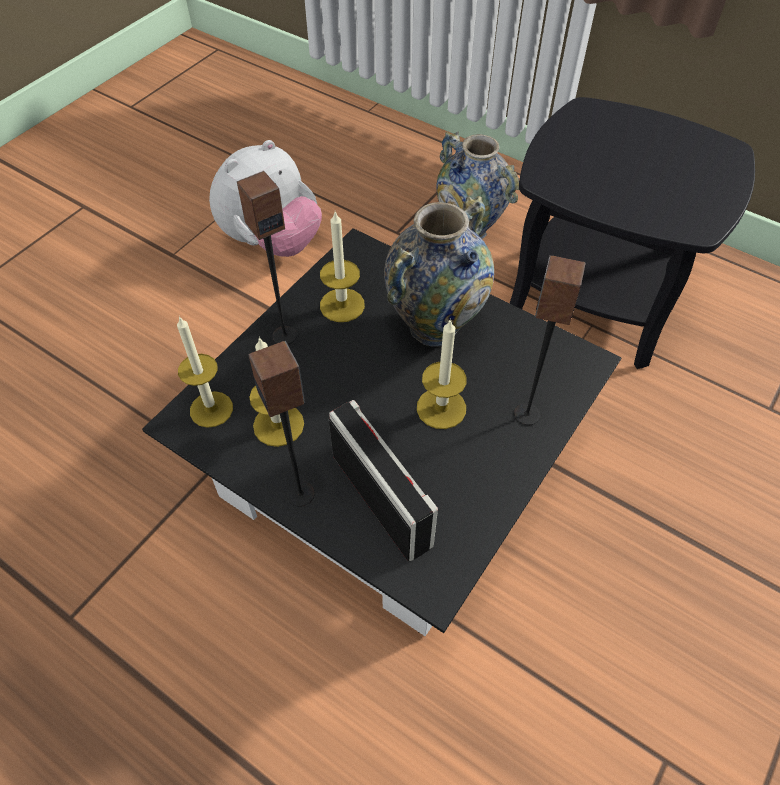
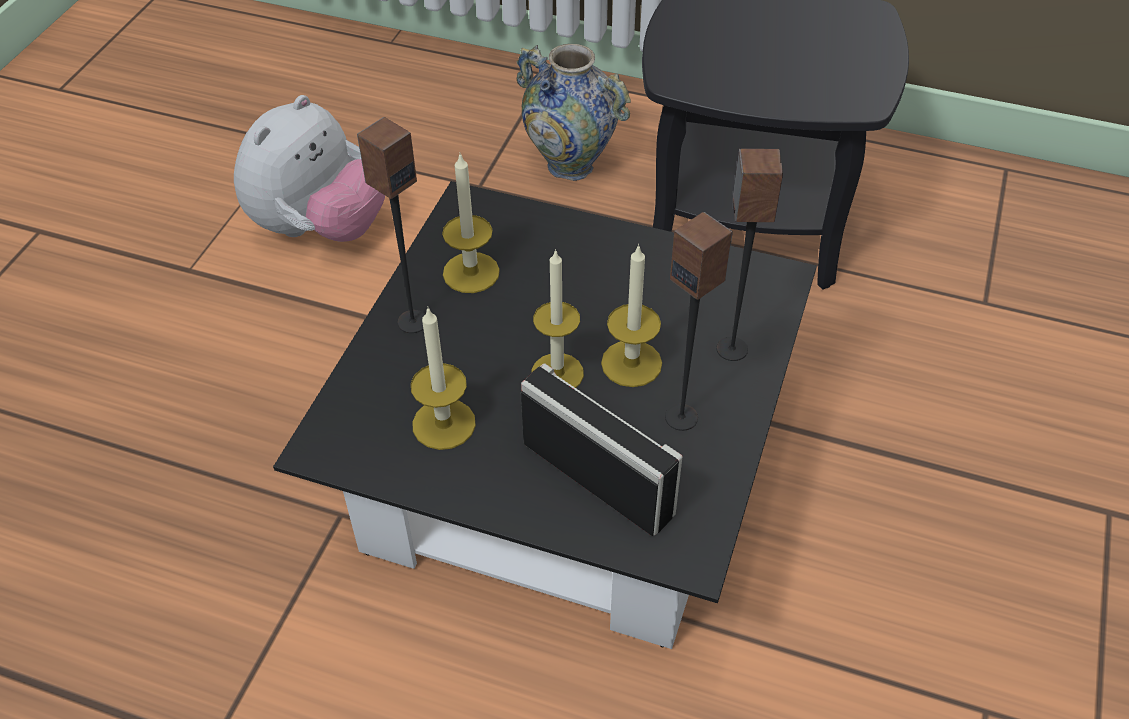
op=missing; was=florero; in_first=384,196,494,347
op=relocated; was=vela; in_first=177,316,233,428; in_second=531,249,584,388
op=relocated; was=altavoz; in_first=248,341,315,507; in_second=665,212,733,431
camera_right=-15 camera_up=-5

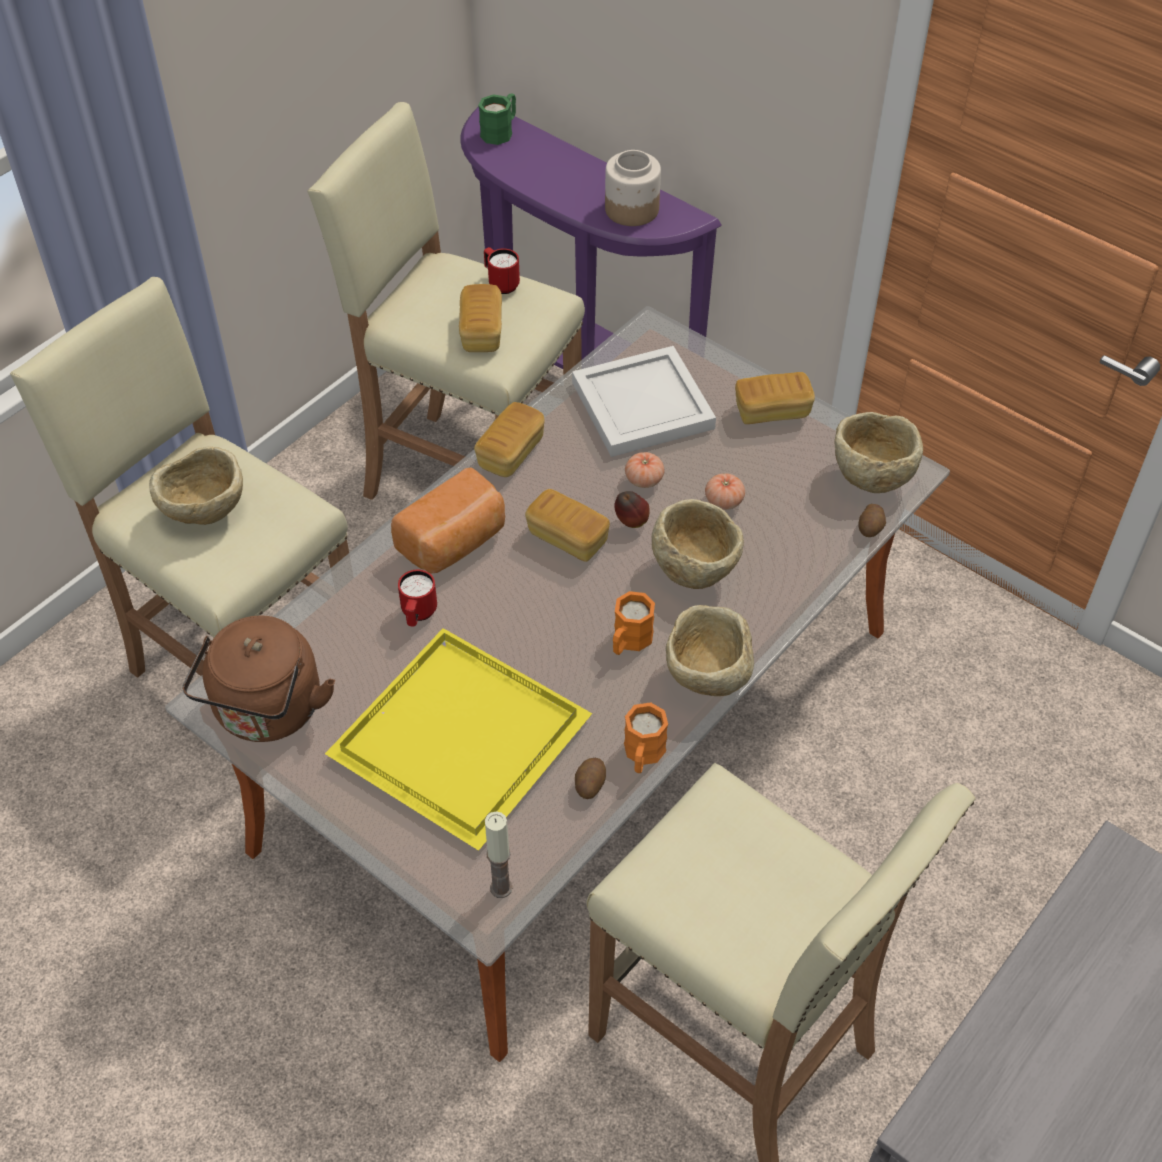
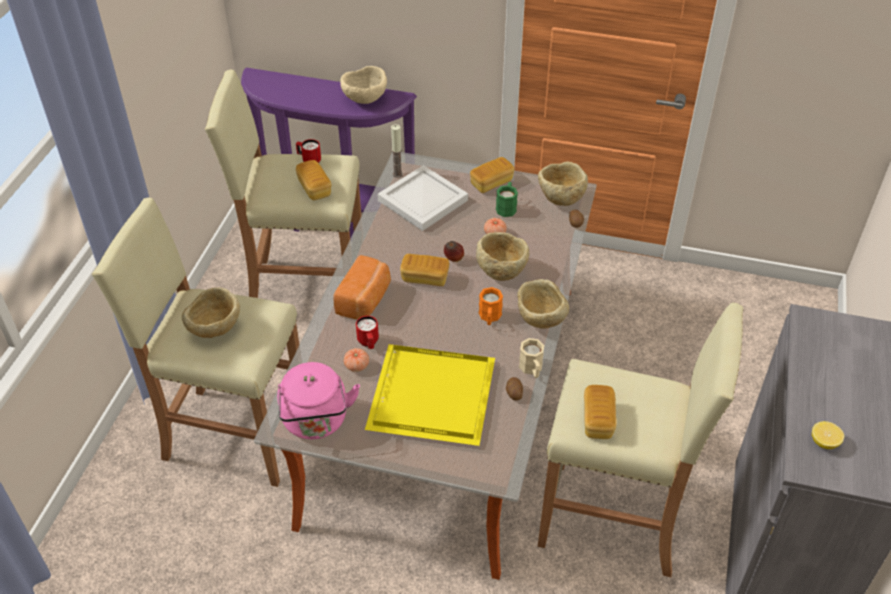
op=relocated; was=taza grande (verde); in_first=478,93,516,145; in_second=496,182,518,217
op=exchanged; was=tarro; now=cuenco (beis); in_first=605,150,661,226; in_second=340,66,387,104
op=relocated; was=pan; in_first=474,402,545,477; in_second=584,385,617,439
op=relocated; was=tomate; in_first=625,452,665,488; in_second=344,348,369,372
op=colour; was=hervidor (marrón); now=hervidor (rosa); in_first=182,615,335,742; in_second=277,362,360,439
op=colour; was=taza grande (naranja); now=taza grande (beis); in_first=624,702,668,773; in_second=519,338,544,378
op=relocated; was=vela; in_first=485,811,513,898; in_second=391,124,403,178
op=appeared; now=limón; in_second=812,421,844,449
camera_right=-25 camera_up=-5

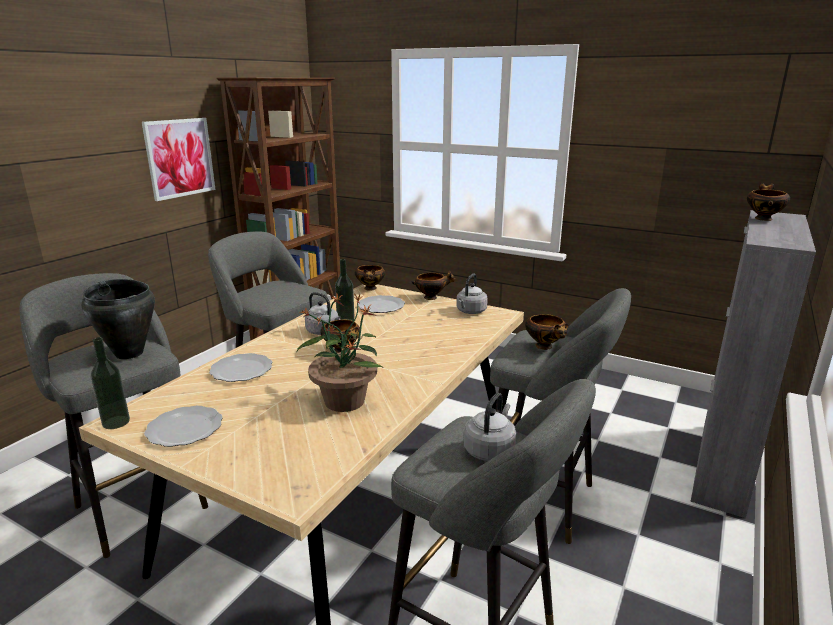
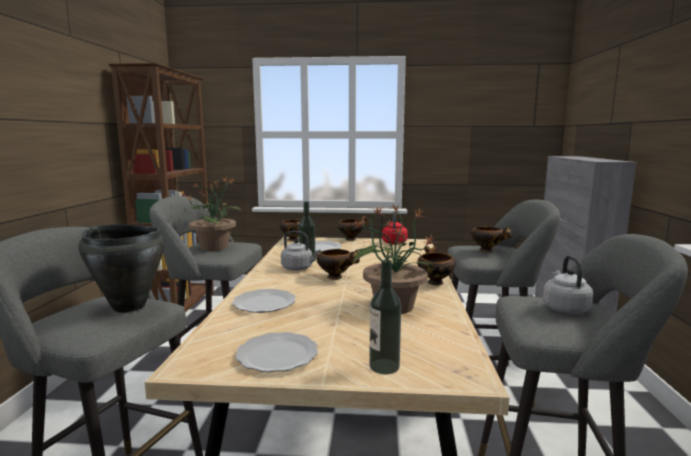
op=missing; was=cuadro; in_first=142,118,216,201
op=relocated; was=cuenco; in_first=747,183,790,221; in_second=417,246,456,285
op=colour; was=hervidor (gris); now=hervidor (rojo); in_first=457,274,488,314; in_second=382,212,408,244
op=relocated; was=botella; in_first=91,337,130,429; in_second=369,259,401,374
op=appeared; now=planta en maceta; in_second=186,177,242,251
camera_right=-25 camera_up=-10

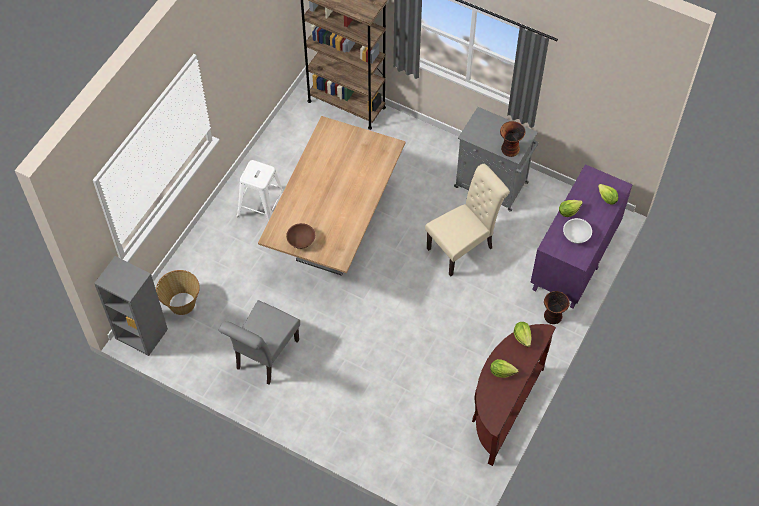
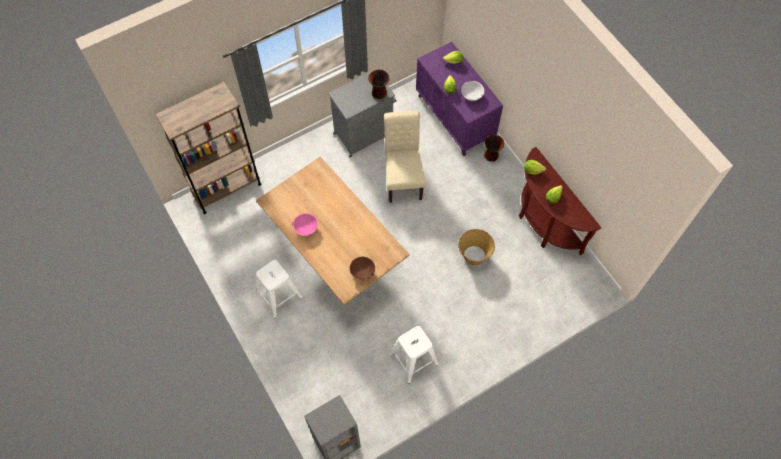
op=relocated; was=cesta; in_first=156,270,200,315; in_second=458,229,495,265
op=exchanged; was=silla (gris); now=taburete (blanco); in_first=219,300,300,384; in_second=389,326,439,383
op=appeared; now=cuenco (rosa); in_second=293,213,318,236
camera_right=-60 camera_up=5

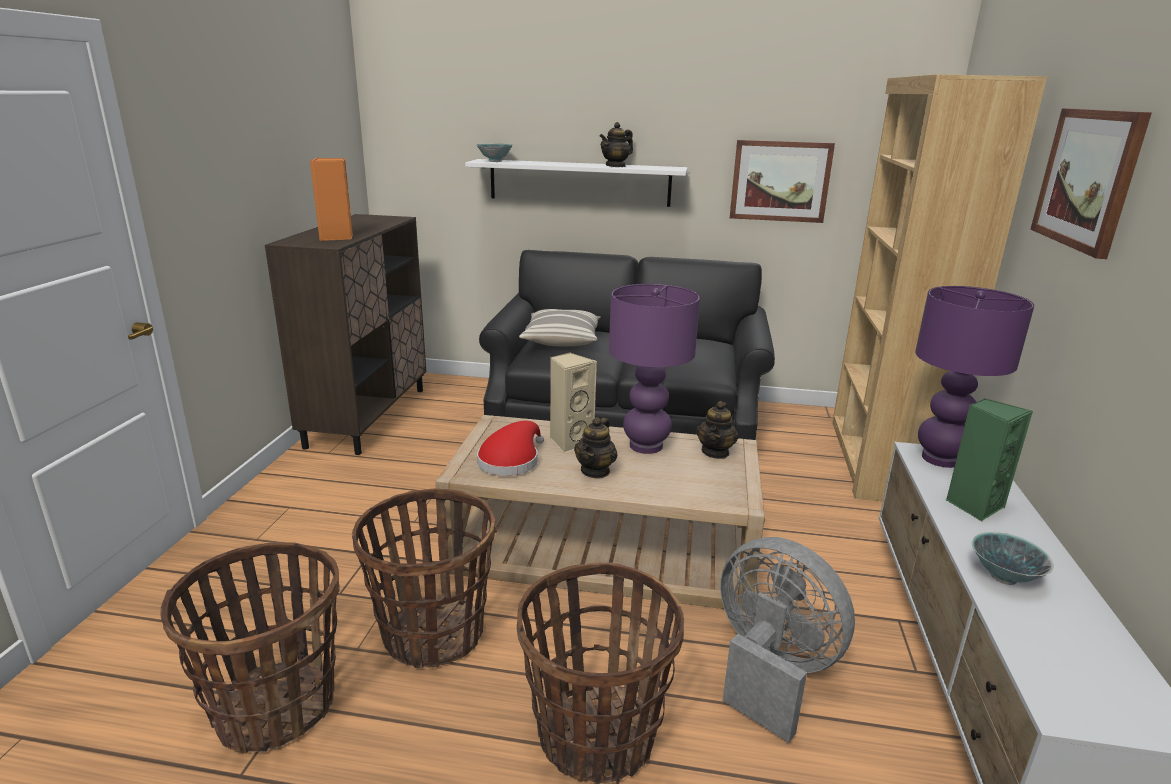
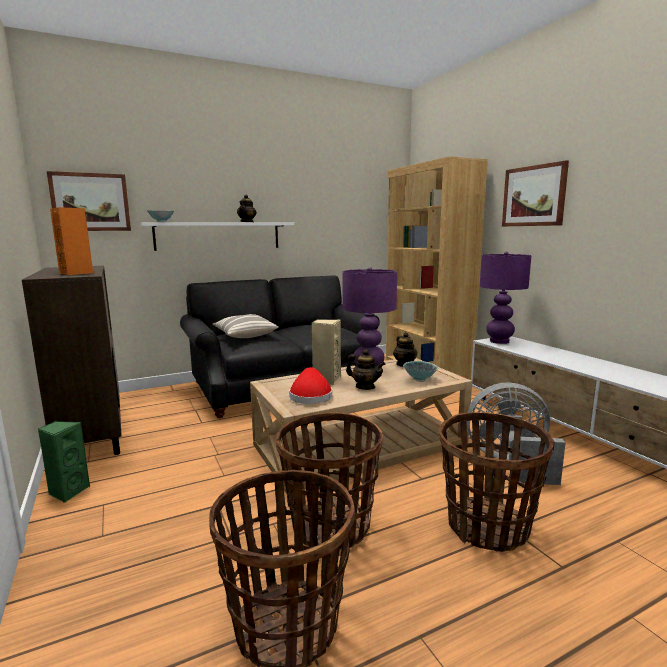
op=relocated; was=cuadro; in_first=730,140,835,223; in_second=47,171,131,231
op=relocated; was=altavoz (verde); in_first=946,398,1033,521; in_second=38,421,90,503
op=spun; was=tetera; in_first=574,417,617,478; in_second=346,349,385,390; clockwise=-45
op=relocated; was=cuenco; in_first=972,532,1054,585; in_second=403,361,438,382
camera_right=-35 camera_up=-10

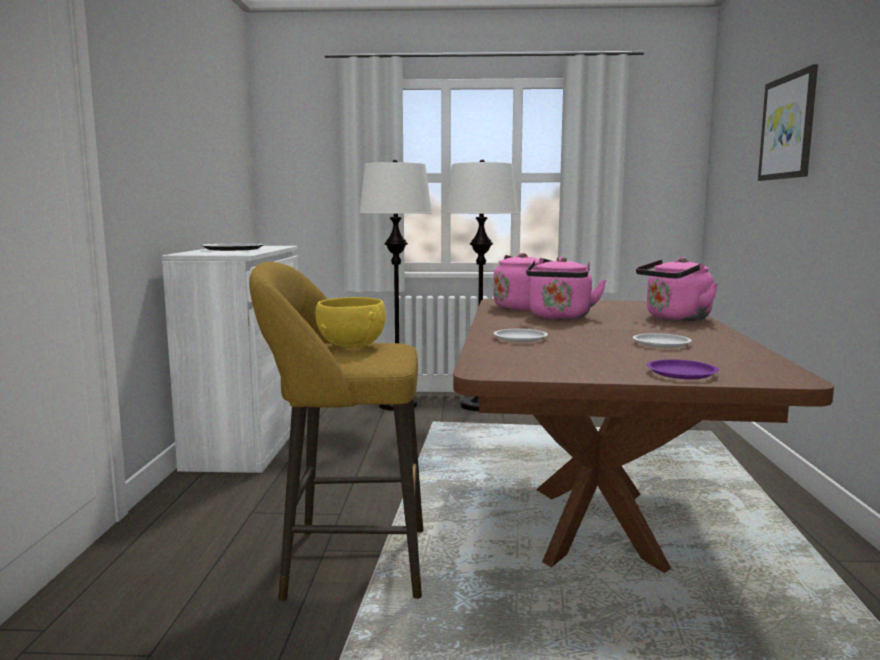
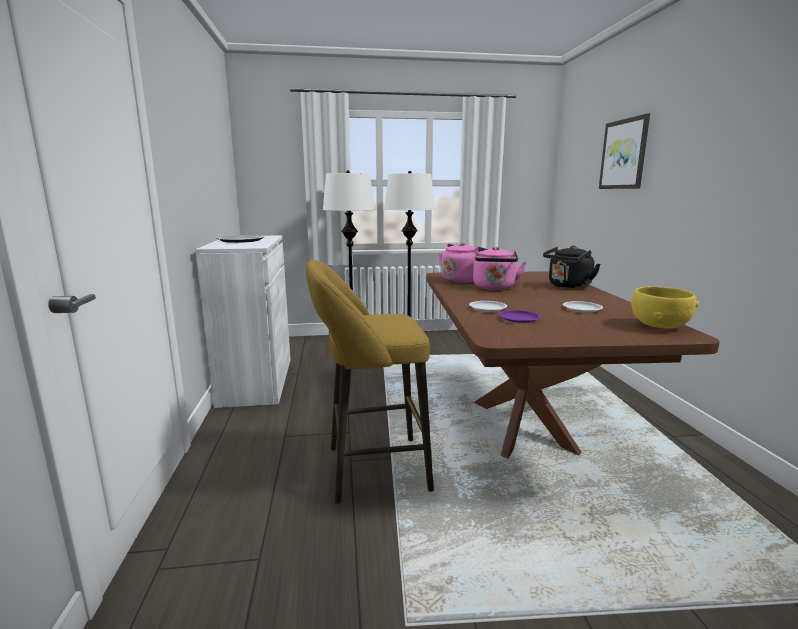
op=colour; was=hervidor (rosa); now=hervidor (negro); in_first=636,257,718,321; in_second=543,246,601,289
op=relocated; was=cuenco (amarillo); in_first=315,297,386,348; in_second=631,286,699,329
op=relocated; was=plato (morado); in_first=646,359,719,379; in_second=499,310,541,323
camera_right=-10 camera_up=5

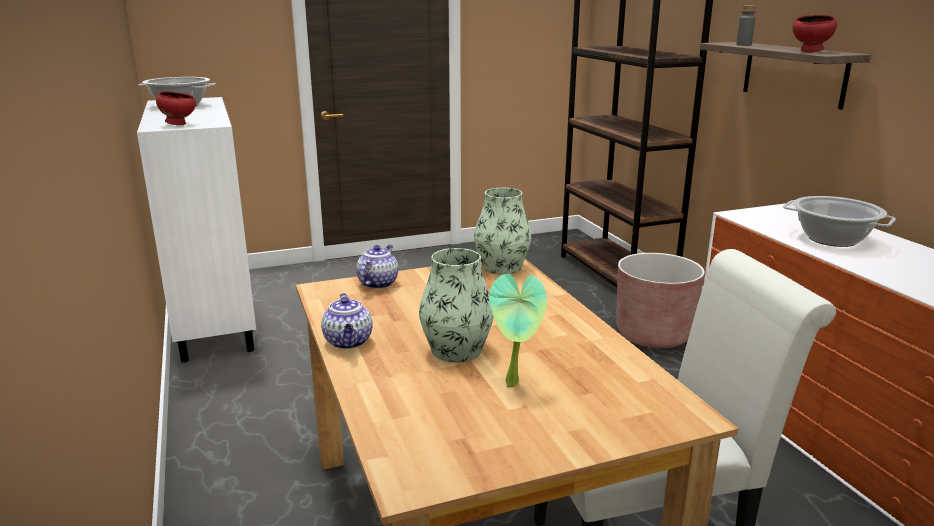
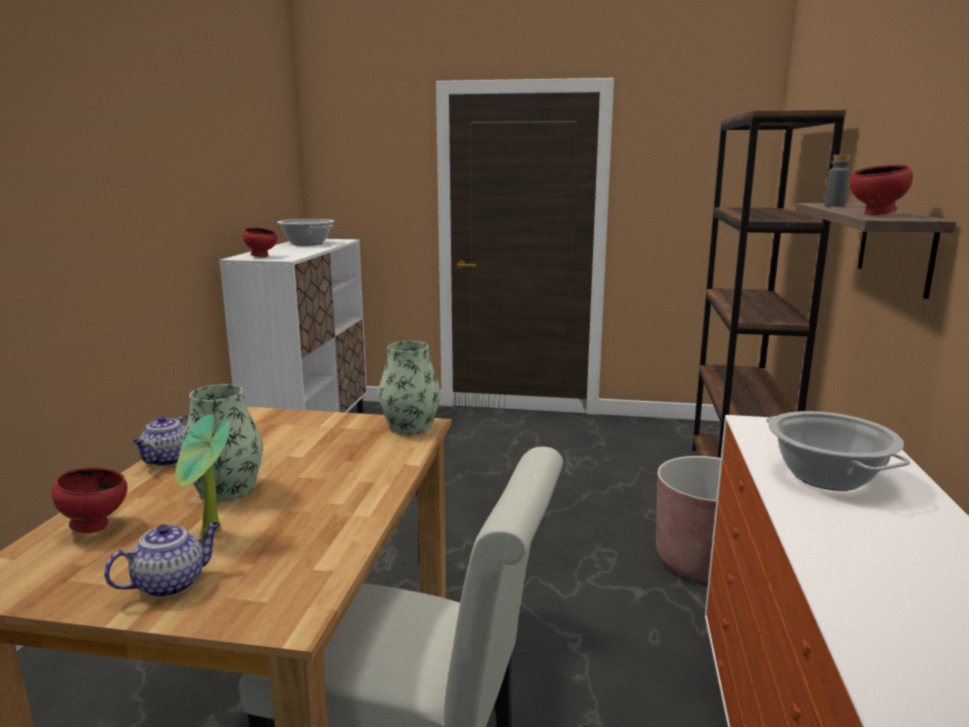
op=relocated; was=tetera; in_first=356,245,398,289; in_second=104,522,220,598
op=appeared; now=cuenco (rojo); in_second=52,467,127,533
camera_right=30 camera_up=-5

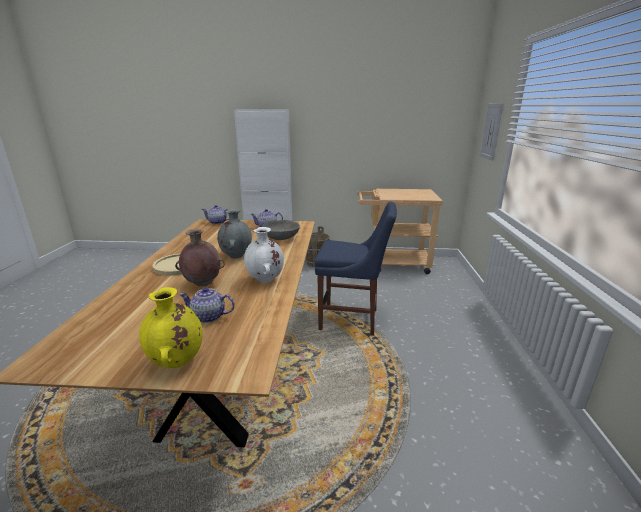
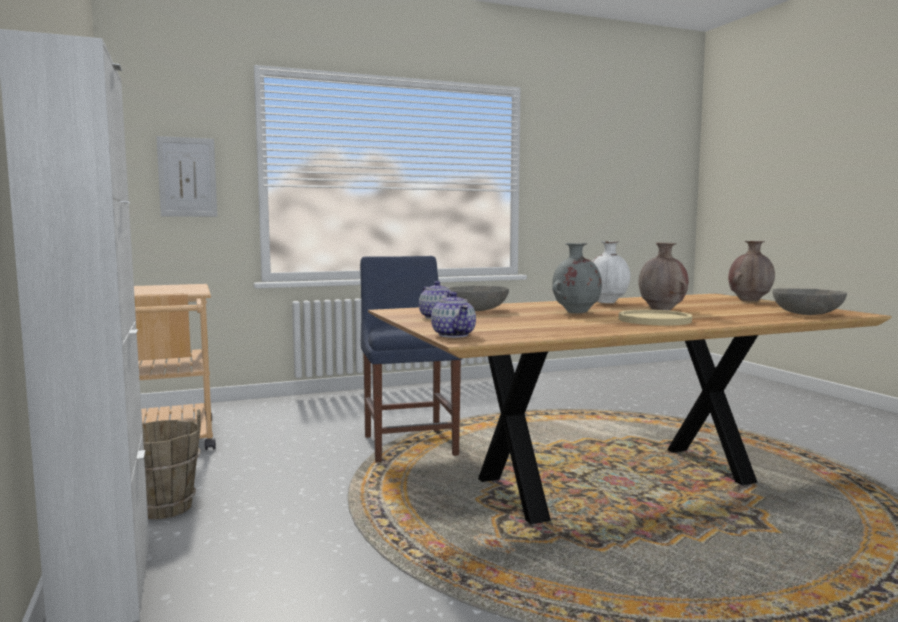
op=colour; was=florero (amarillo); now=florero (marrón); in_first=139,287,203,368; in_second=728,241,775,301
op=missing; was=tetera; in_first=179,287,235,323
op=appeared; now=cuenco (gris); in_second=772,288,847,315
camera_right=-115 camera_up=-15

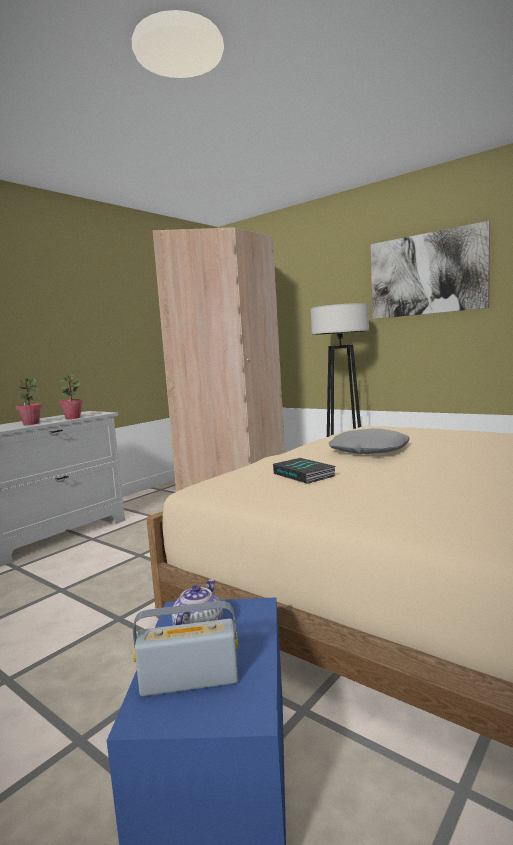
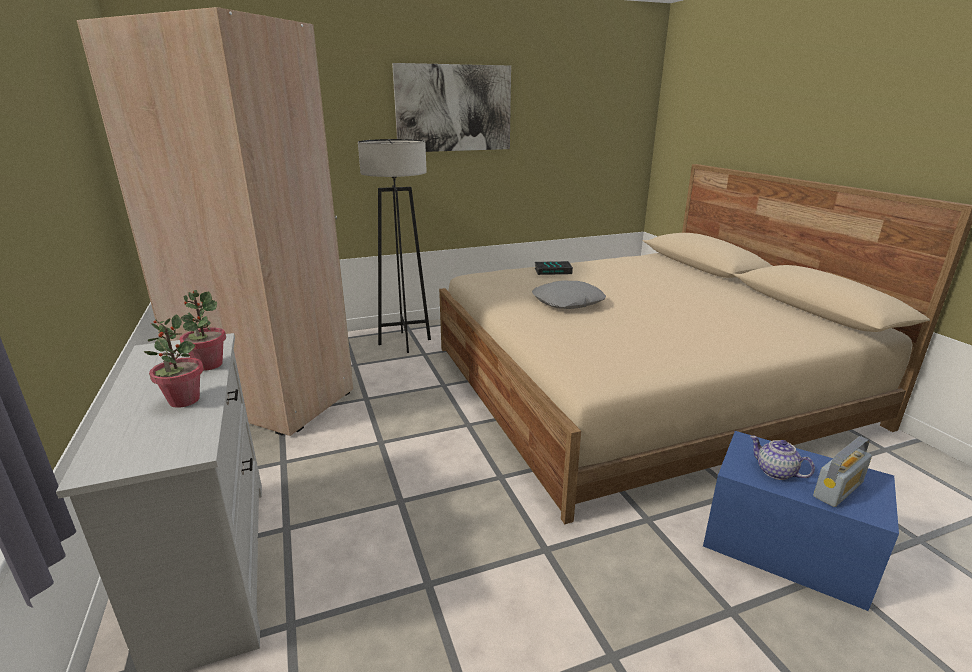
op=relocated; was=libro; in_first=273,458,335,484; in_second=535,261,573,275
op=spun; was=radio; in_first=133,601,238,696; in_second=813,436,872,507; clockwise=-150
camera_right=-60 camera_up=15

